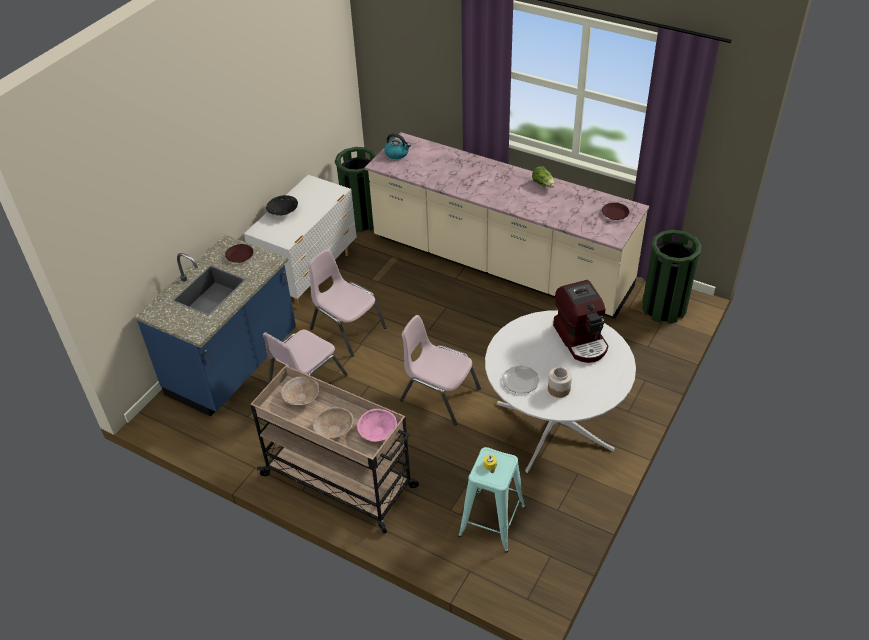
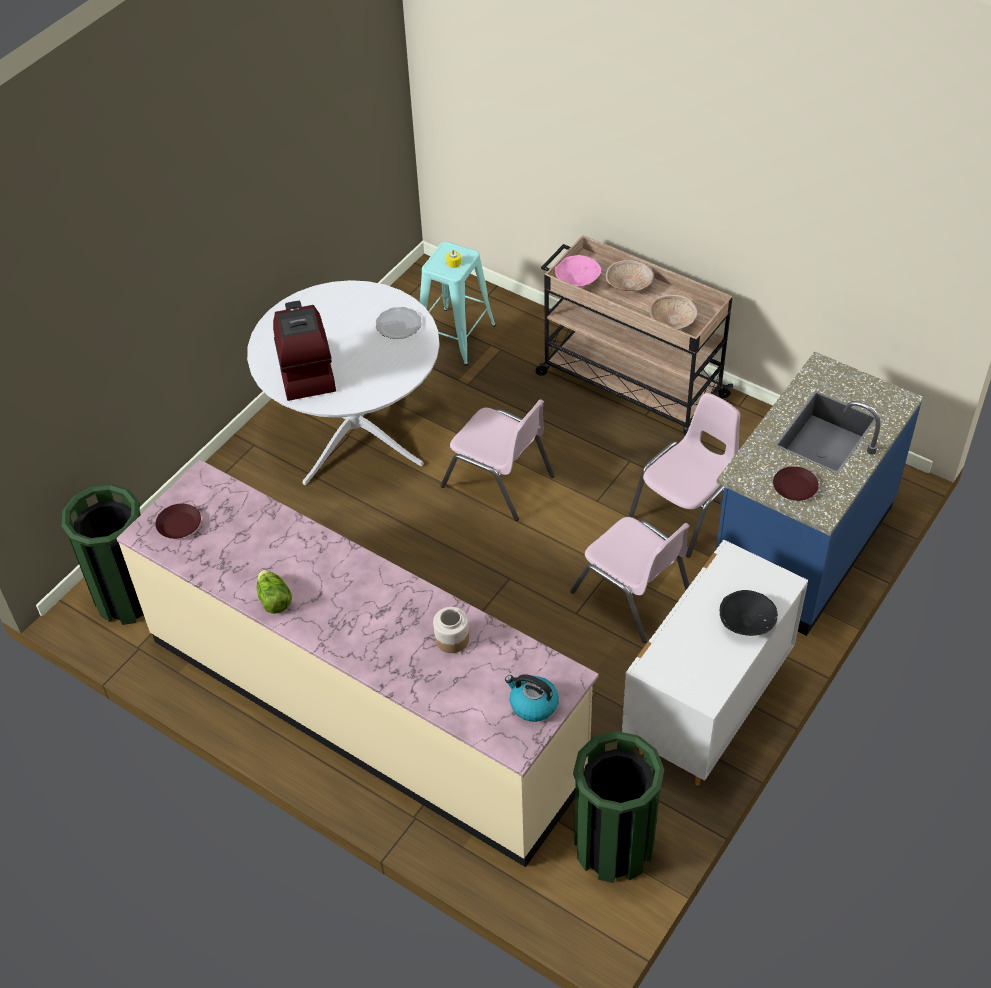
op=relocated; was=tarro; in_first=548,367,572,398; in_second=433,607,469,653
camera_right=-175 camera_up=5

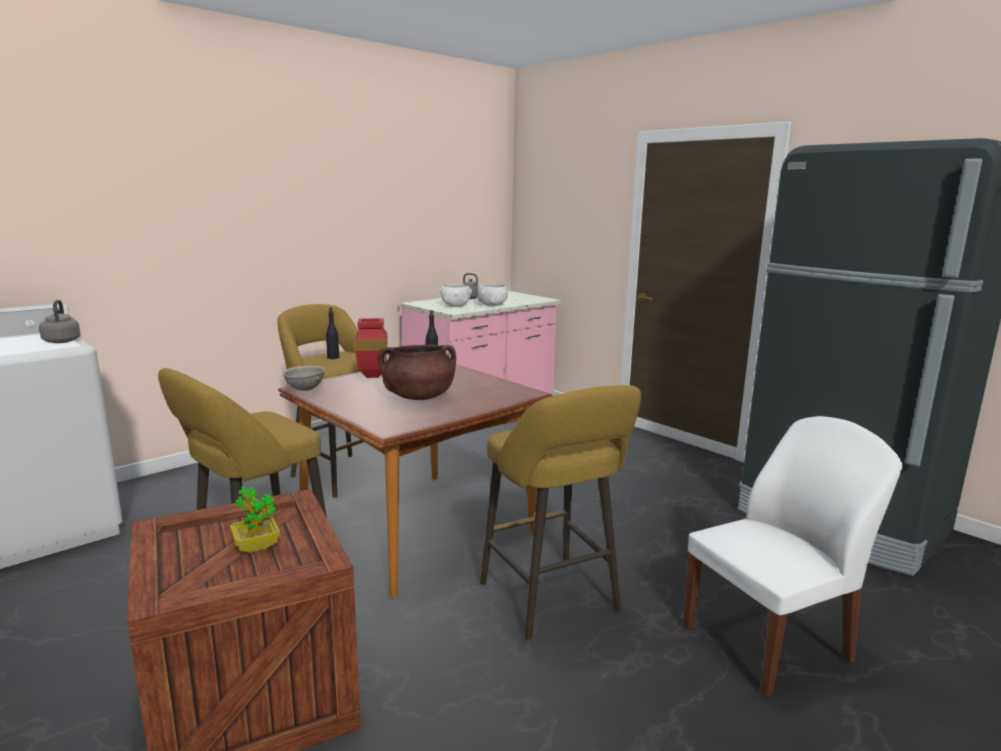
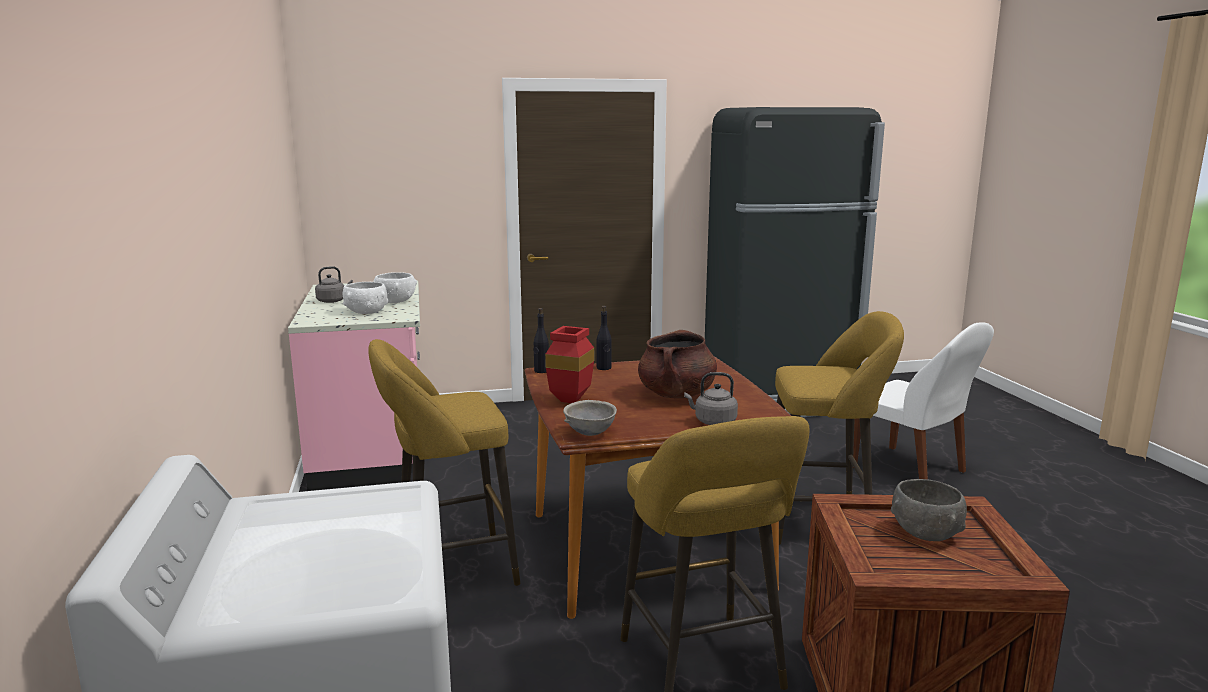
op=relocated; was=hervidor (gris); in_first=39,300,80,343; in_second=684,372,738,425
op=relocated; was=botella (negro); in_first=326,307,339,359; in_second=597,306,612,370
op=spun; was=silla (blanco); in_first=683,416,902,697; in_second=853,322,994,479; clockwise=135
op=exchanged; was=planta en maceta; now=cuenco (gris); in_first=230,487,280,553; in_second=891,479,967,541
camera_right=-60 camera_up=0

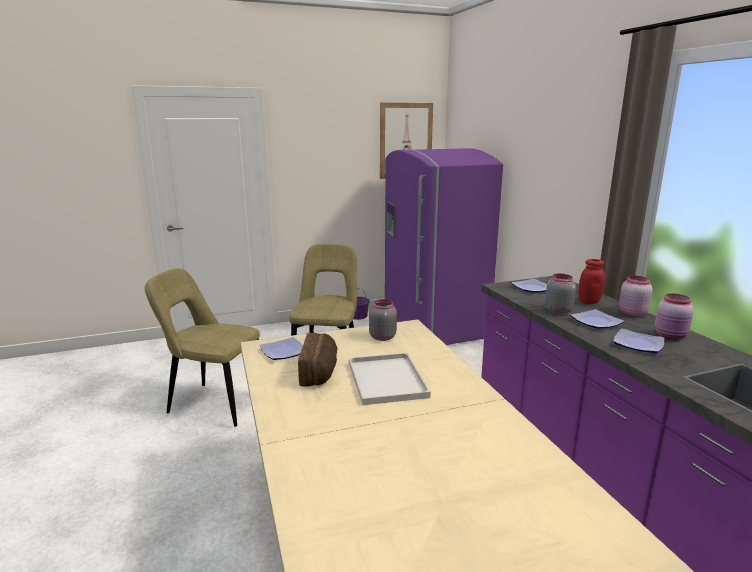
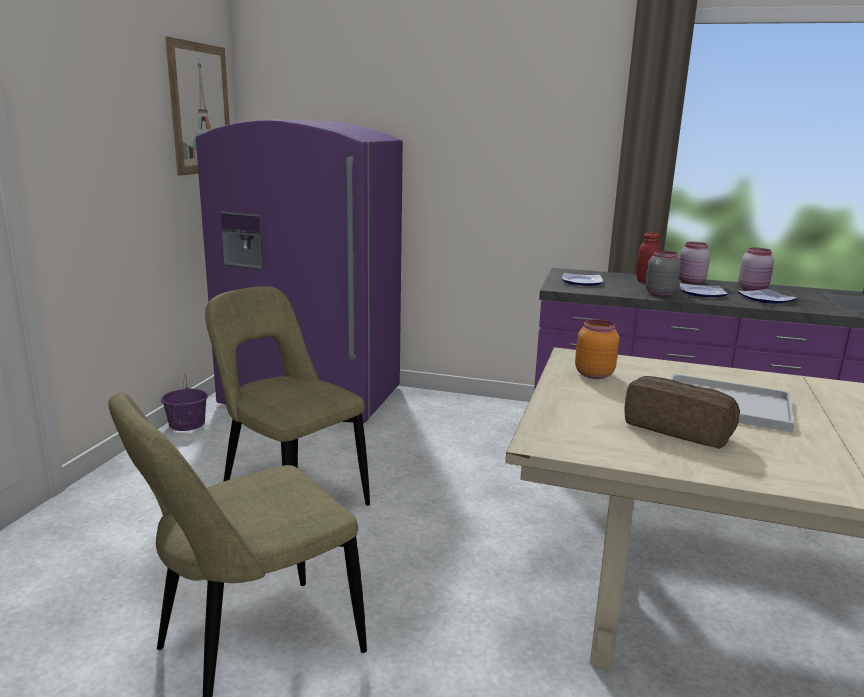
op=colour; was=tarro (gris); now=tarro (naranja); in_first=369,299,397,341; in_second=575,319,619,379
op=missing; was=plato; in_first=260,337,303,360
camera_right=-55 camera_up=0

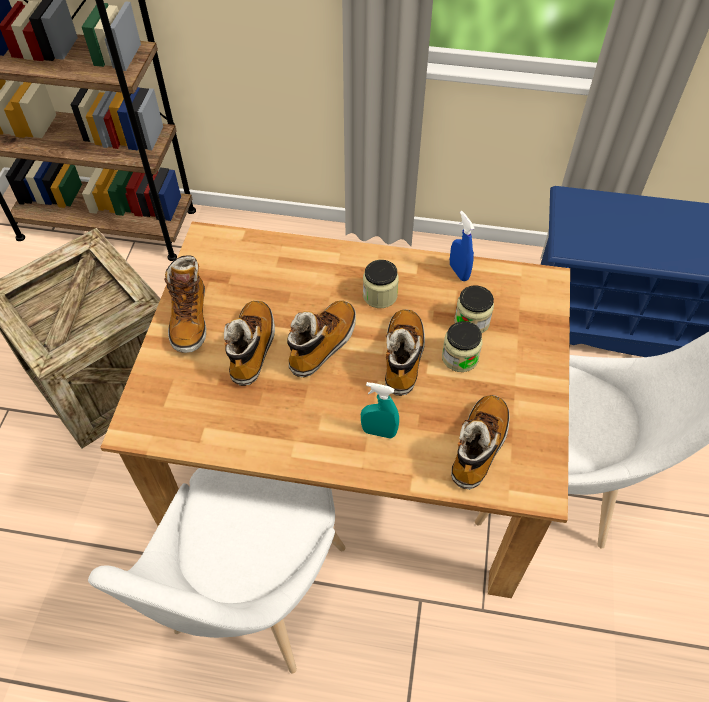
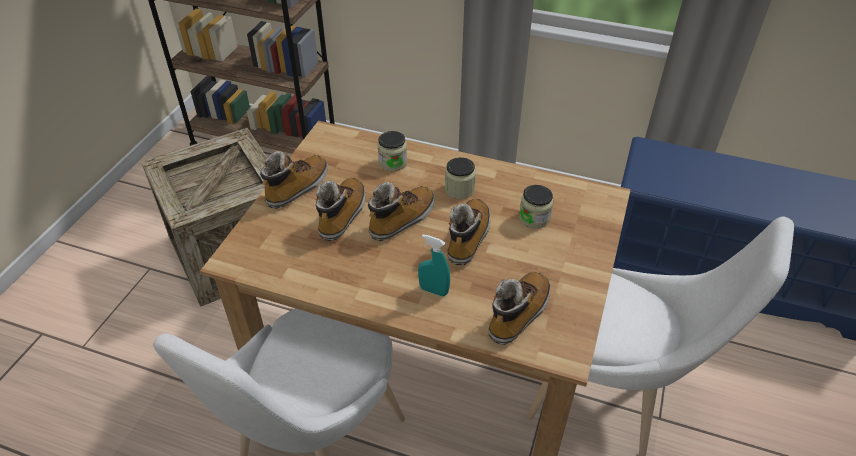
op=missing; was=pulverizador (azul); in_first=450,211,475,281
op=spun; was=bota; in_first=164,255,206,353; in_second=260,151,328,208; clockwise=-150
op=relocated; was=tarro; in_first=442,321,482,372; in_second=378,131,407,171
camera_right=10 camera_up=-10

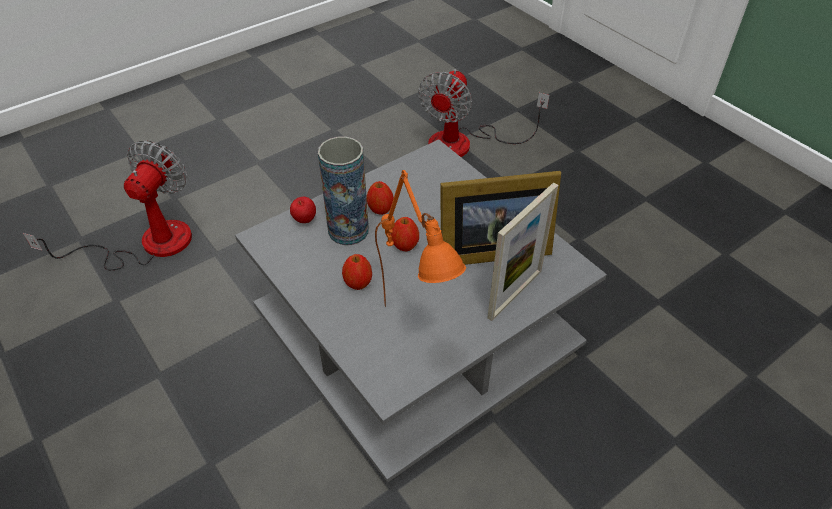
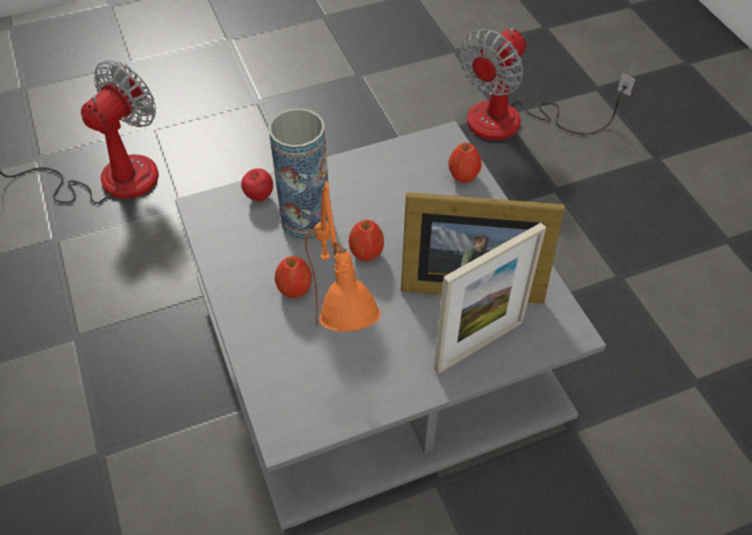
op=relocated; was=manzana; in_first=367,181,394,215; in_second=448,143,482,183
camera_right=15 camera_up=5

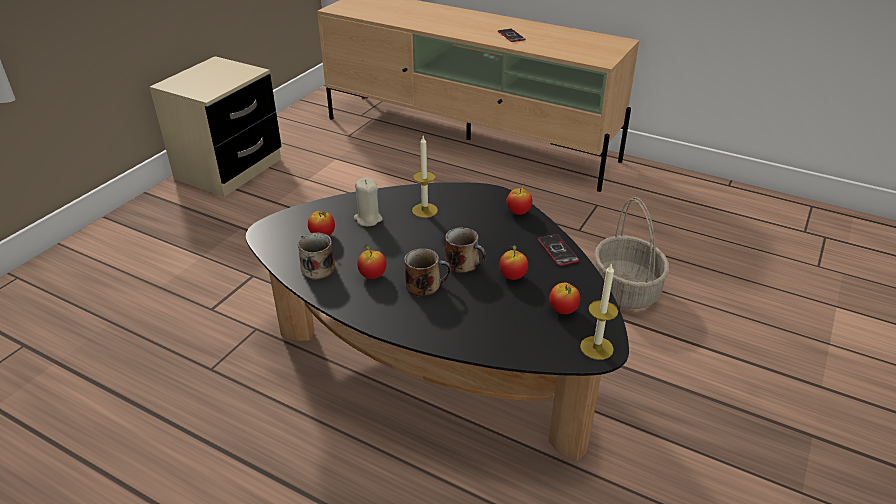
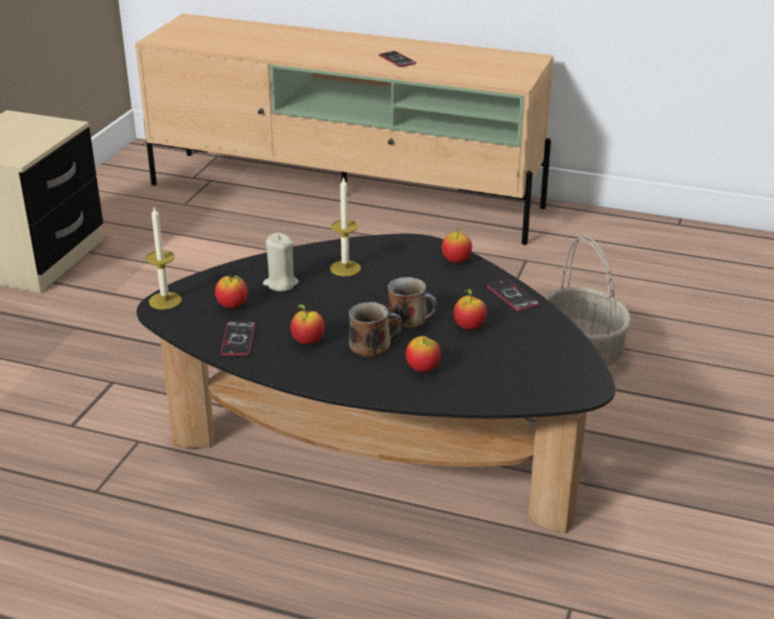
op=exchanged; was=taza grande; now=móvil; in_first=298,232,335,280; in_second=221,322,255,356
op=relocated; was=vela; in_first=580,263,618,360; in_second=146,207,182,310
op=relocated; was=manzana; in_first=549,283,580,314; in_second=406,336,441,372
camera_right=-10 camera_up=-5

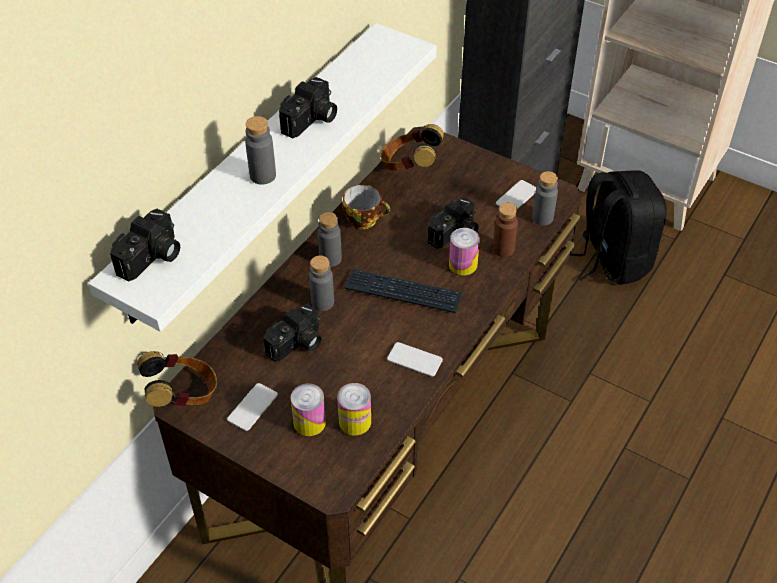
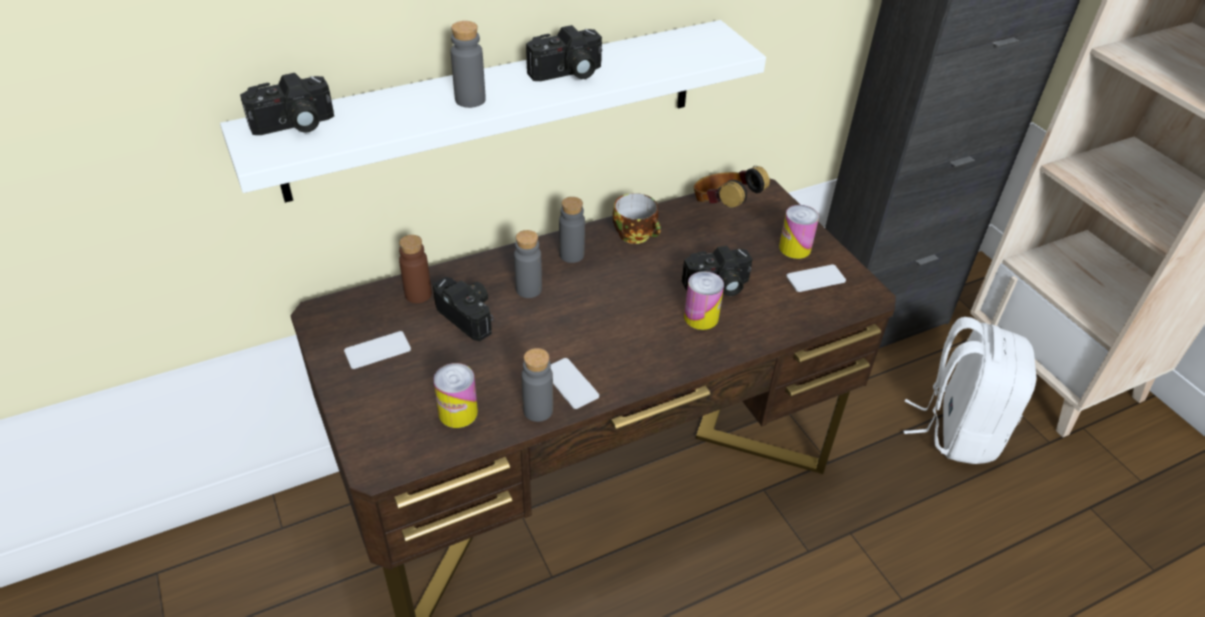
op=colour; was=mochila (negro); now=mochila (blanco); in_first=570,170,667,285; in_second=903,317,1037,464
op=relocated; was=botella (gris); in_first=532,171,558,225; in_second=522,348,553,422
op=relocated; was=botella (marrón); in_first=493,203,518,257; in_second=399,235,432,303
op=missing; was=teclado; in_first=344,269,462,313
op=spun; was=cámara; in_first=263,304,322,362; in_second=433,277,494,341; clockwise=-120
op=missing; was=auriculares; in_first=137,351,217,407
op=relocated; was=lata; in_first=290,384,326,436; in_second=779,205,819,259
camera_right=30 camera_up=-5

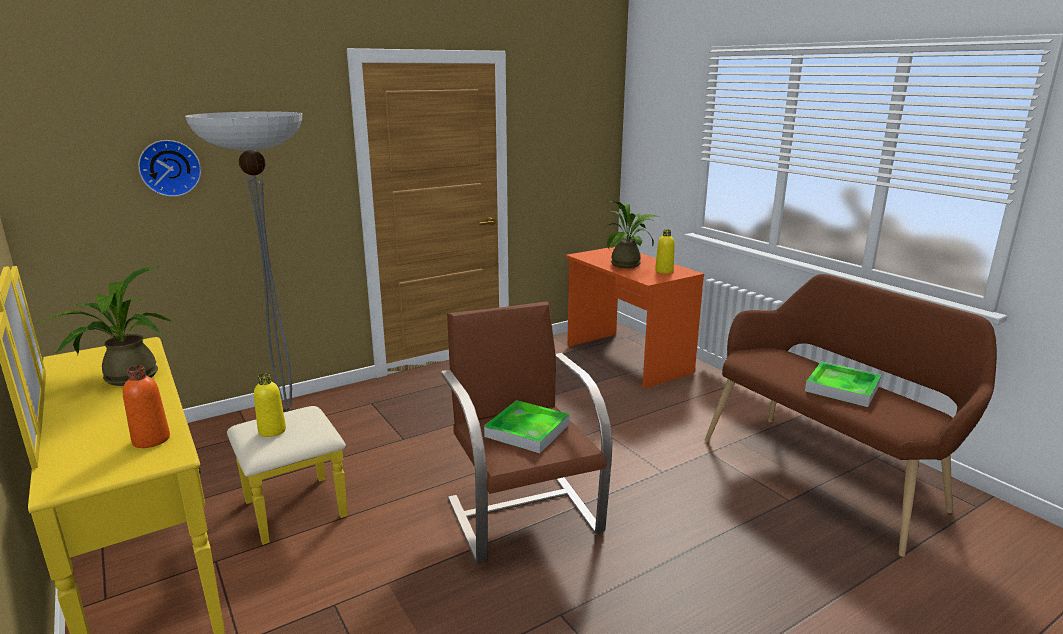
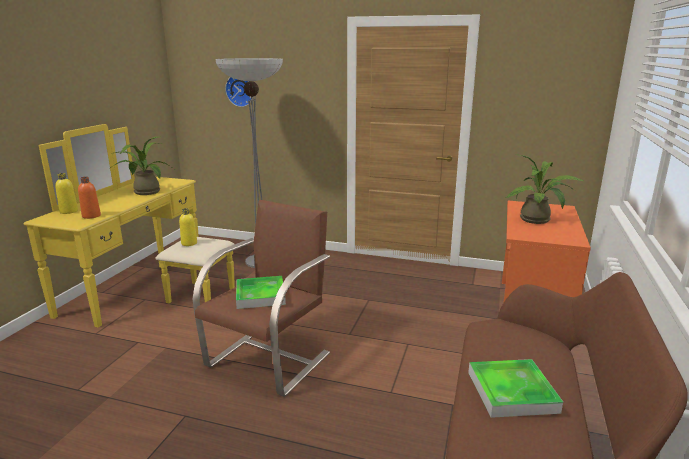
op=relocated; was=botella (amarillo); in_first=655,230,675,274; in_second=55,173,78,214
camera_right=50 camera_up=0

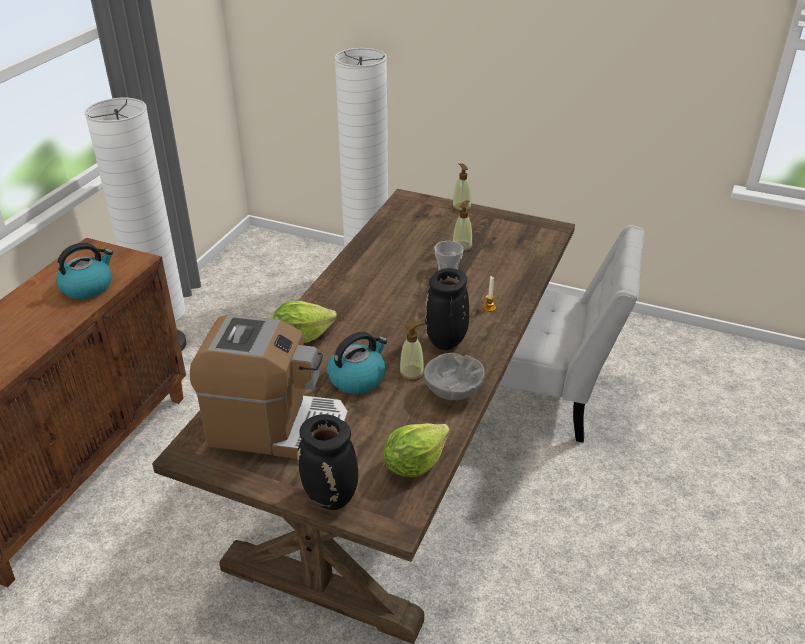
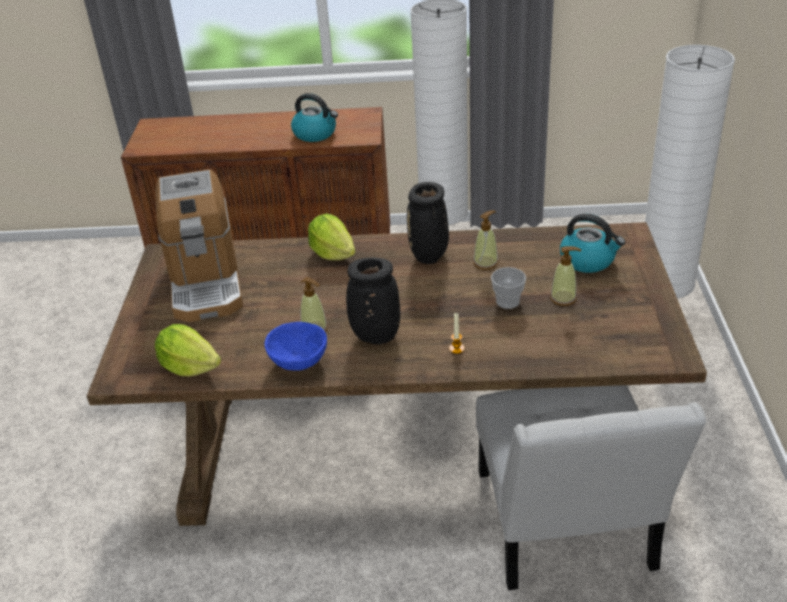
op=relocated; was=dispensador de jabón; in_first=452,163,471,212; in_second=474,210,498,270
op=relocated; was=hervidor; in_first=327,332,387,394; in_second=560,214,625,273
op=colour; was=cuenco (gris); now=cuenco (azul); in_first=424,353,485,400; in_second=264,322,327,371
op=relocated; was=florero (negro); in_first=297,414,358,510; in_second=407,182,449,264
camera_right=70 camera_up=0

